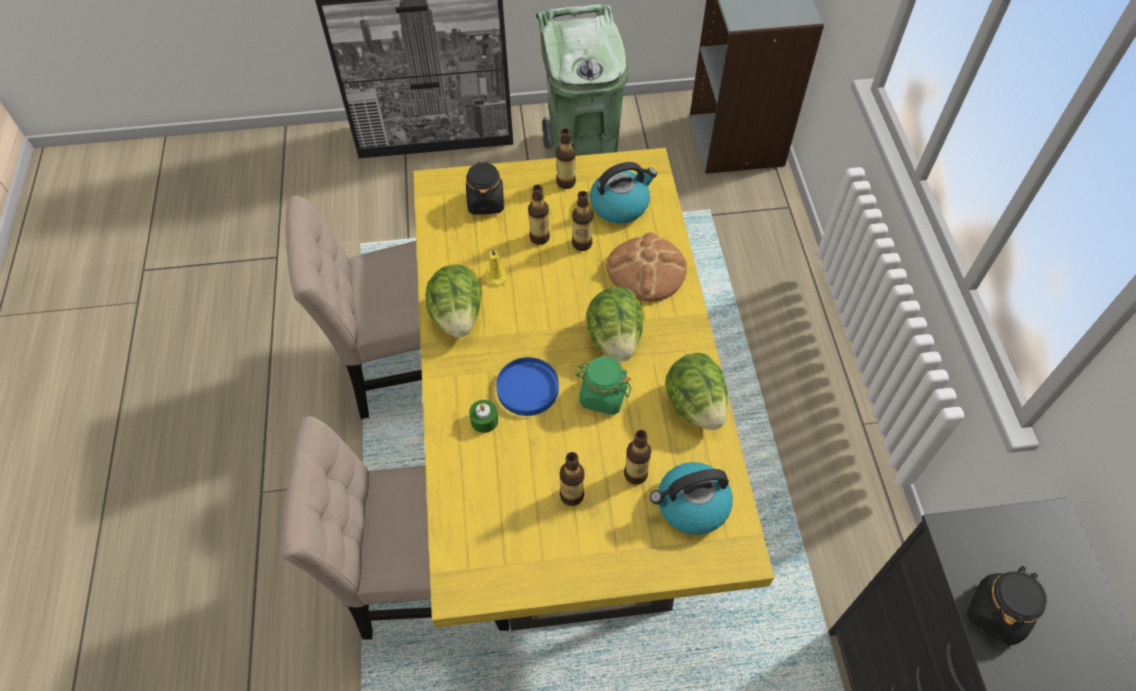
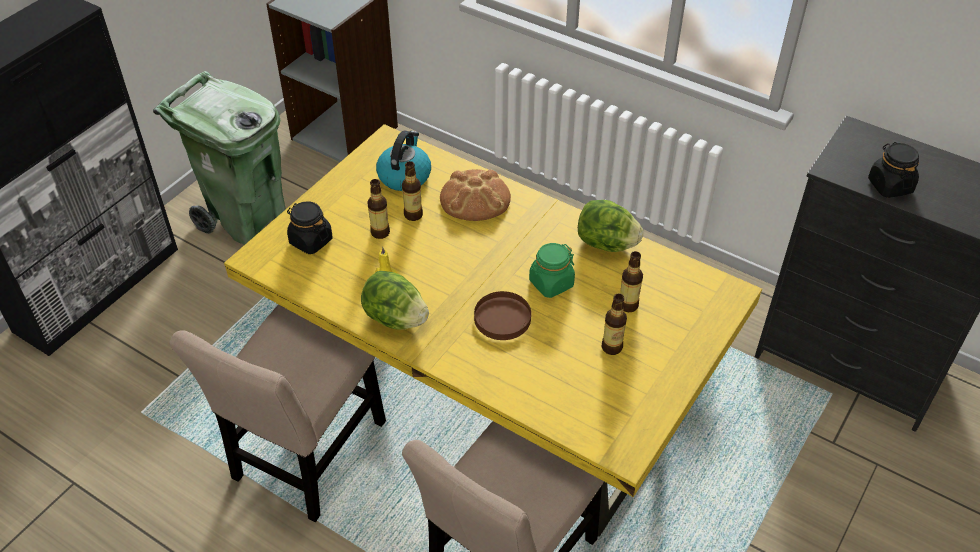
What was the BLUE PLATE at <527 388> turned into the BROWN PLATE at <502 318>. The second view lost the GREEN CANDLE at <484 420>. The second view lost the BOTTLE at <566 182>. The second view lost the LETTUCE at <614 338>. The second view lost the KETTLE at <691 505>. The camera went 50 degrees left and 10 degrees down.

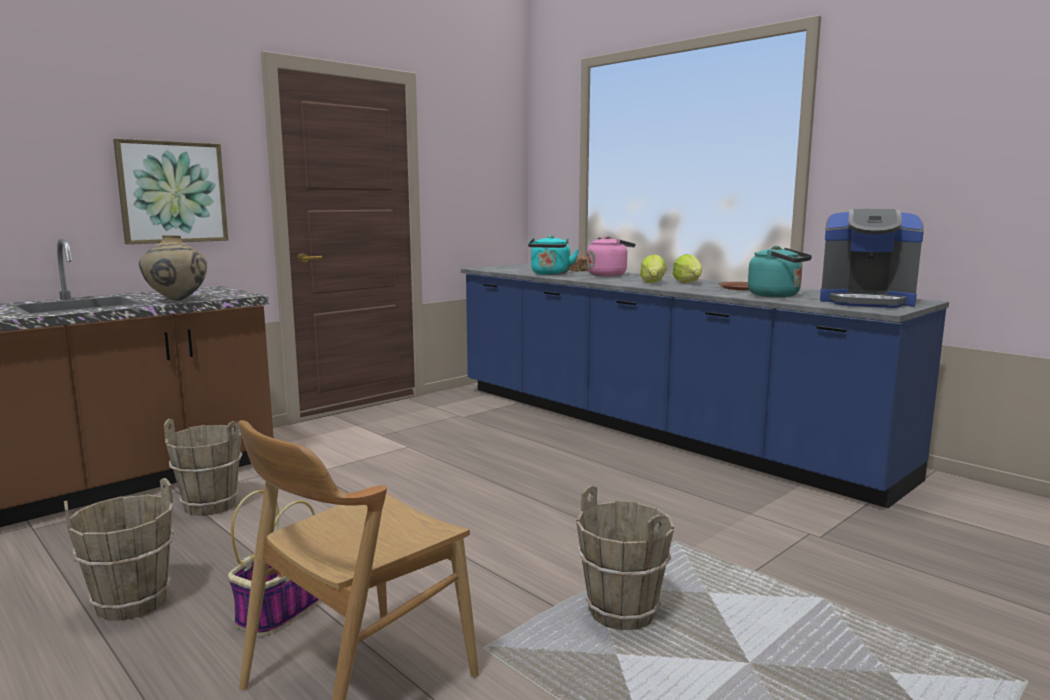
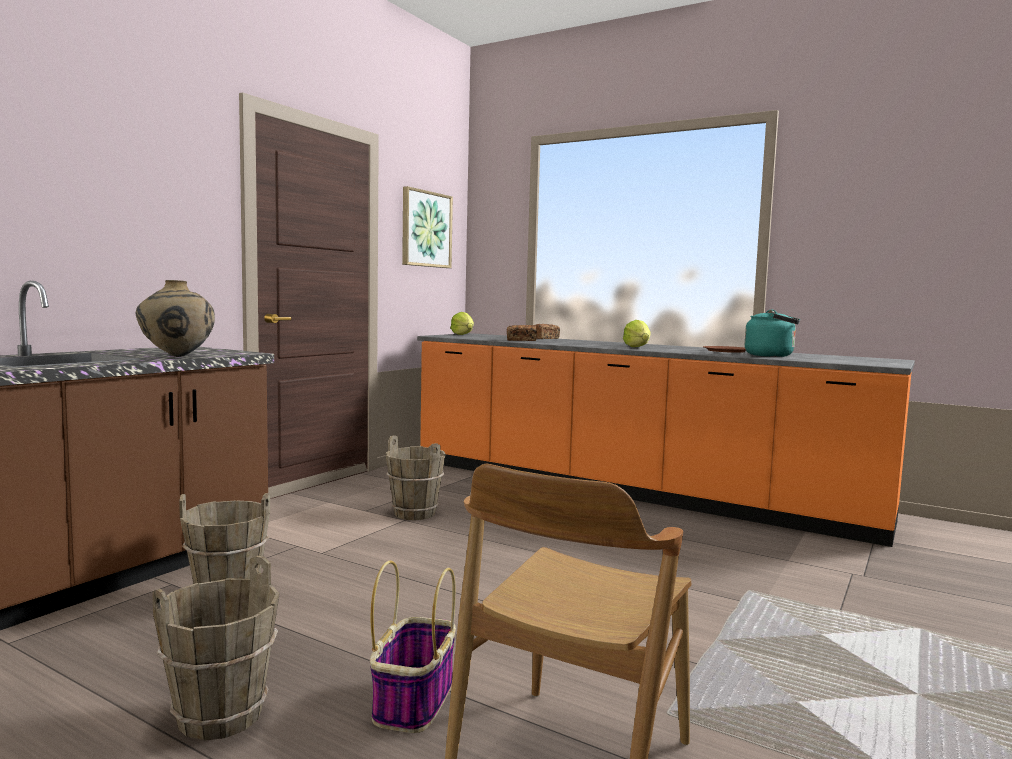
The BROWN BUCKET ended up elsewhere, having gone from <622 612> to <415 513>. The PICTURE ended up elsewhere, having gone from <172 192> to <426 229>. What was the BLUE COUNTER at <652 428> turned into the ORANGE COUNTER at <630 491>. The LETTUCE ended up elsewhere, having gone from <688 282> to <463 334>. Where the TURQUOISE KETTLE stood at <550 274>, the BREAD came to stand at <521 340>. The second view lost the PINK KETTLE at <609 275>. The second view lost the COFFEE MACHINE at <866 301>. The camera went 15 degrees left and 5 degrees down.

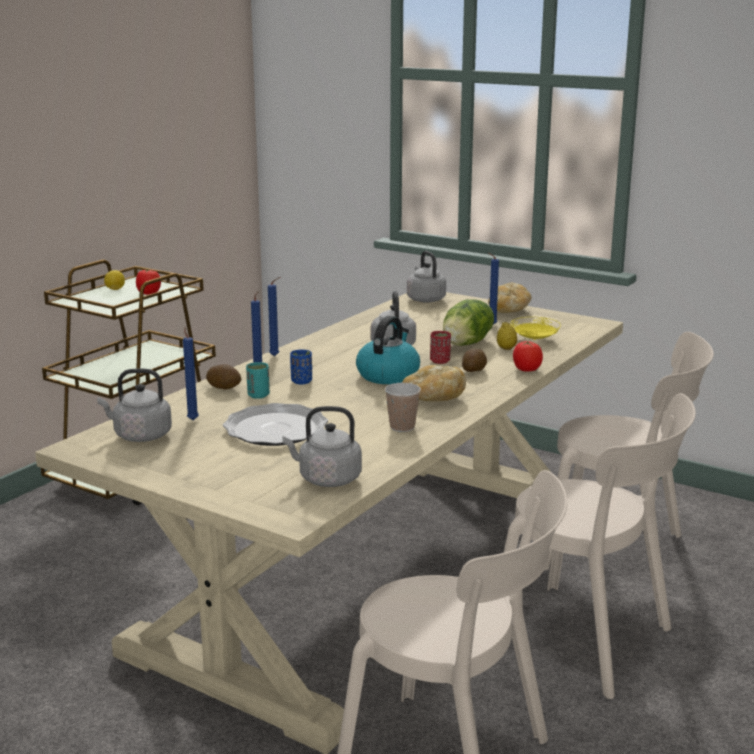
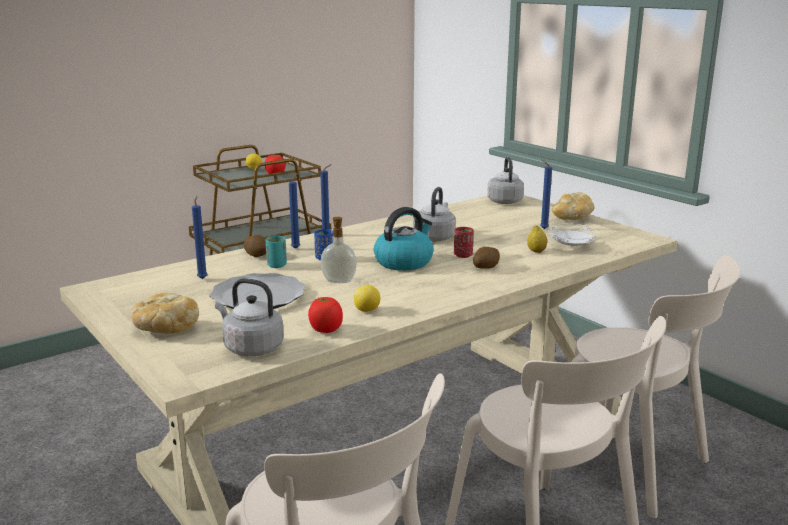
The BREAD ended up elsewhere, having gone from <433 399> to <165 329>. The TOMATO ended up elsewhere, having gone from <526 370> to <325 330>. The second view gained the SOAP DISPENSER at <338 281>. Where the CUP stood at <402 427>, the LEMON came to stand at <367 310>. What was the YELLOW PLATE at <535 340> turned into the WHITE PLATE at <572 246>. The second view lost the GREY KETTLE at <140 436>. The second view lost the LETTUCE at <467 344>. The camera went 20 degrees right and 0 degrees up.

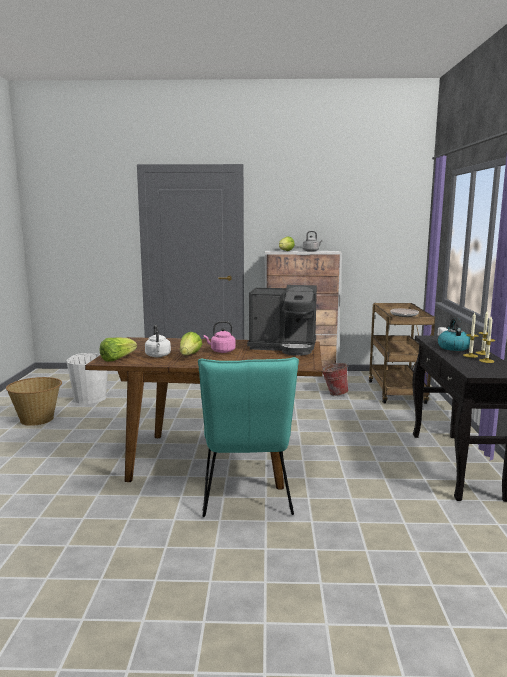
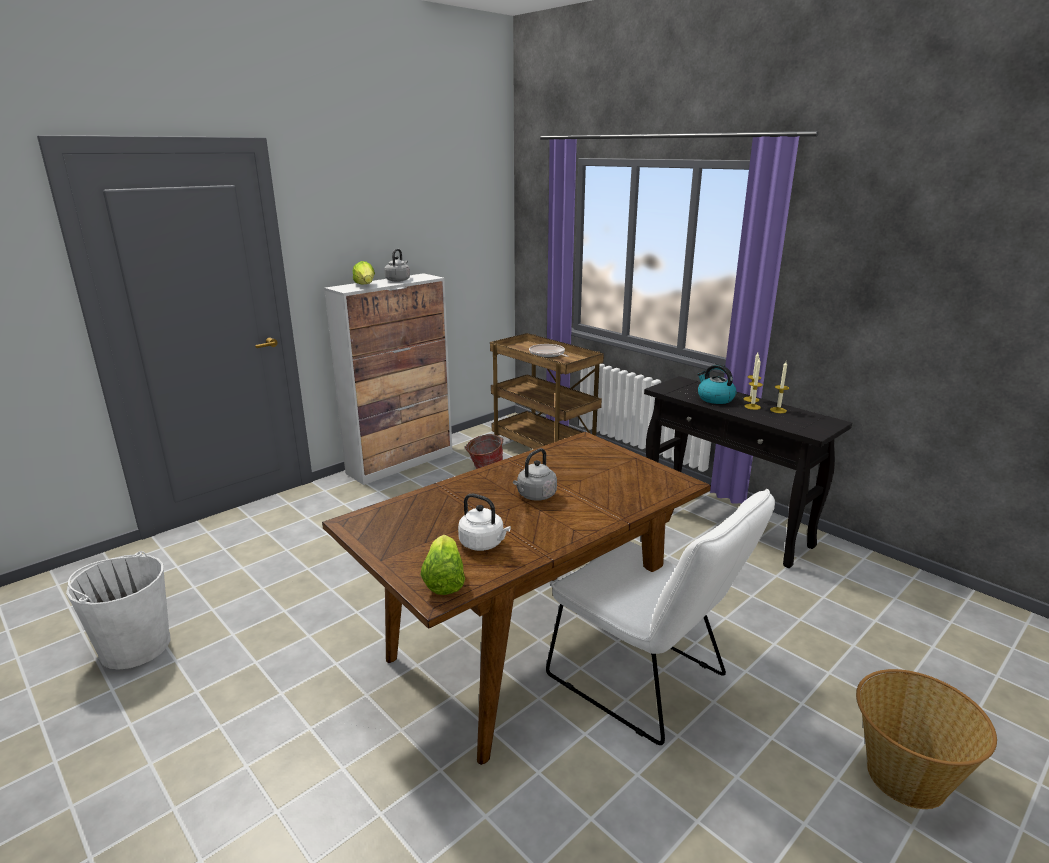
What was the PINK KETTLE at <221 351> turned into the GREY KETTLE at <535 496>. What was the TURQUOISE CHAIR at <246 496> turned into the WHITE CHAIR at <646 682>. The BASKET ended up elsewhere, having gone from <37 419> to <904 776>. The second view lost the LETTUCE at <189 356>. The second view lost the COFFEE MACHINE at <284 347>. The camera went 45 degrees left and 10 degrees up.

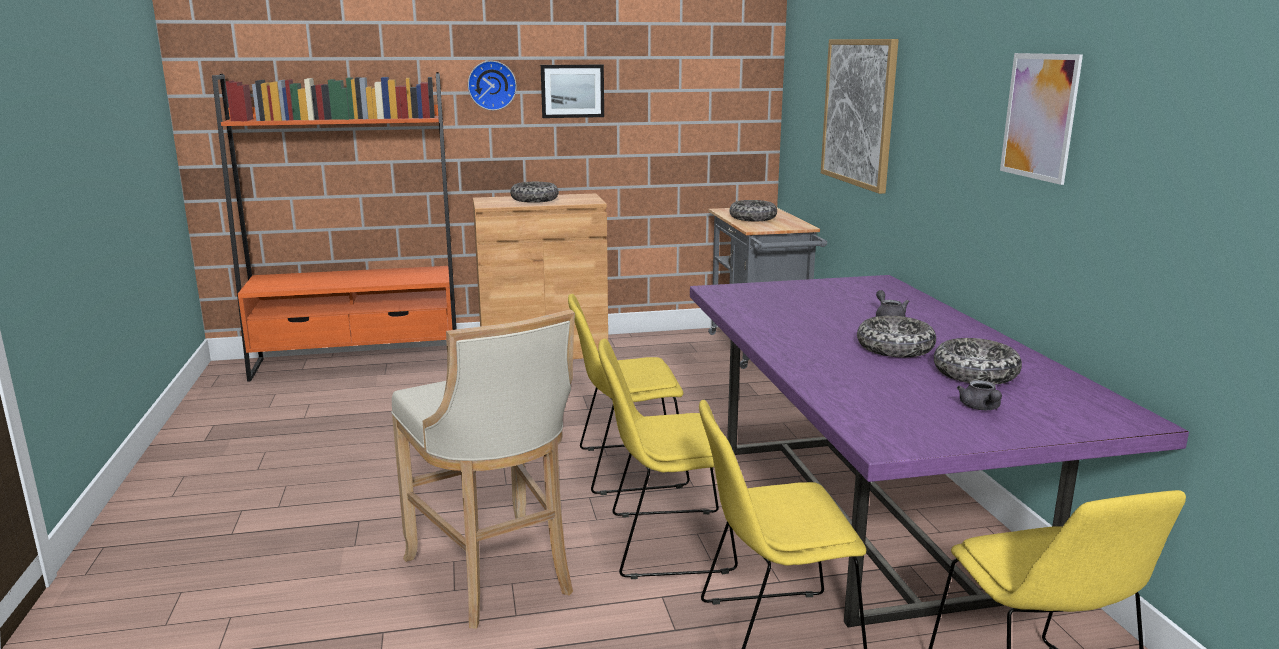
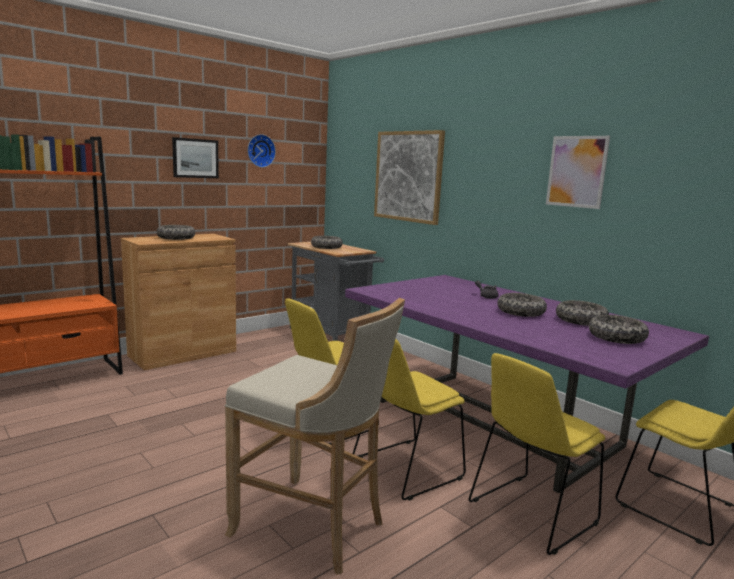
The WALL CLOCK ended up elsewhere, having gone from <492 85> to <260 151>. Where the GREY TEAPOT stood at <981 408>, the BOWL came to stand at <616 337>. The camera went 30 degrees left and 5 degrees down.

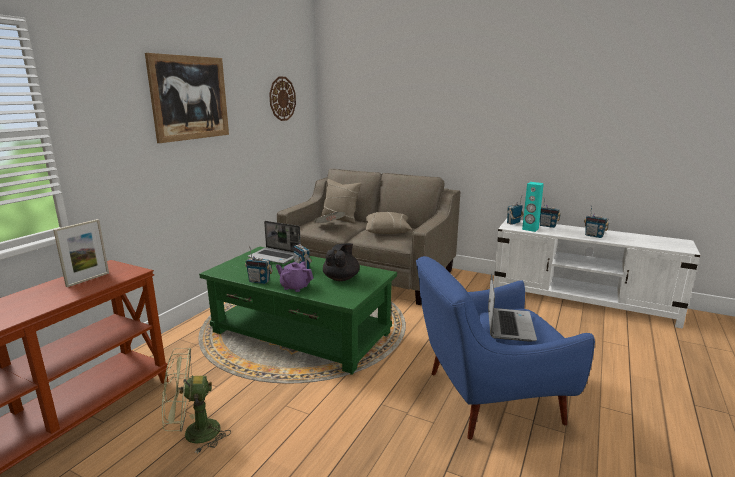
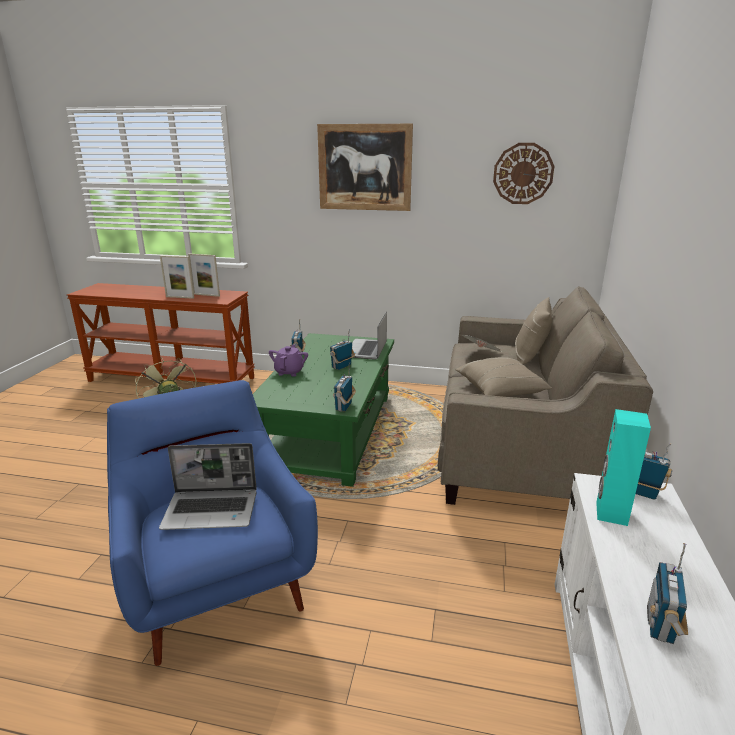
The second view gained the PICTURE FRAME at <180 297>. The RADIO ended up elsewhere, having gone from <547 226> to <344 406>. The second view lost the BLACK TEAPOT at <341 278>. The camera went 75 degrees right and 5 degrees up.

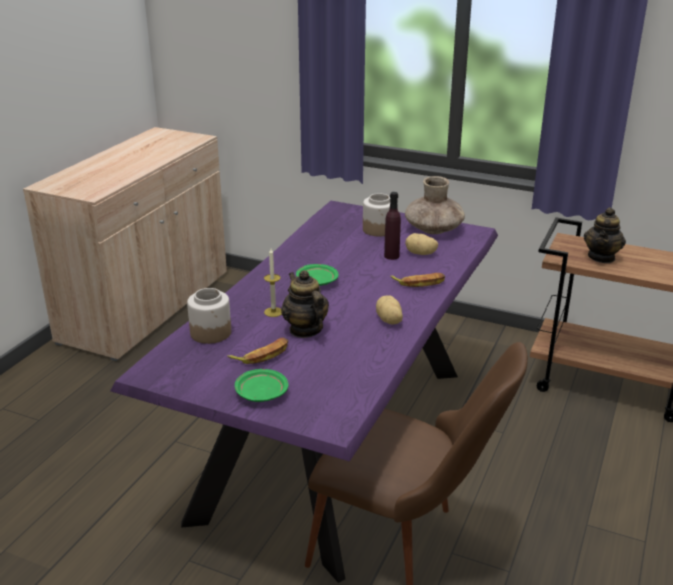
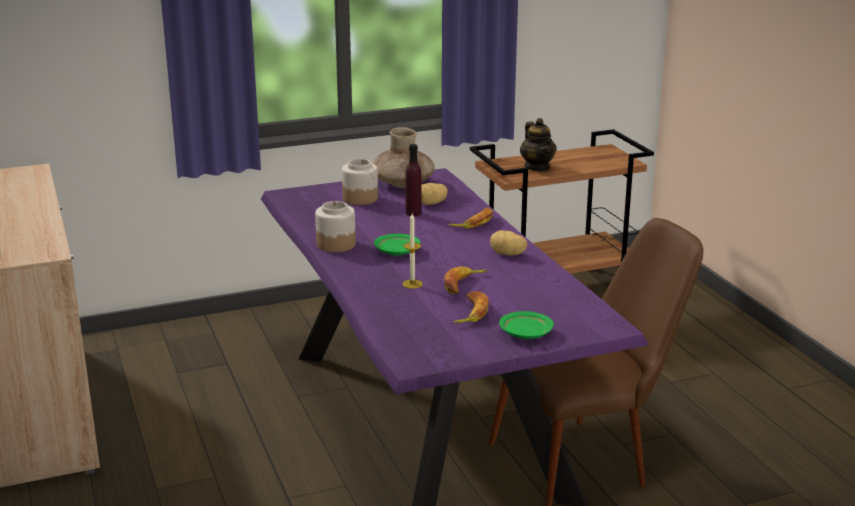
The JAR ended up elsewhere, having gone from <211 333> to <336 244>. Where the TEAPOT stood at <305 329>, the BANANA came to stand at <463 284>. The camera went 45 degrees left and 5 degrees down.

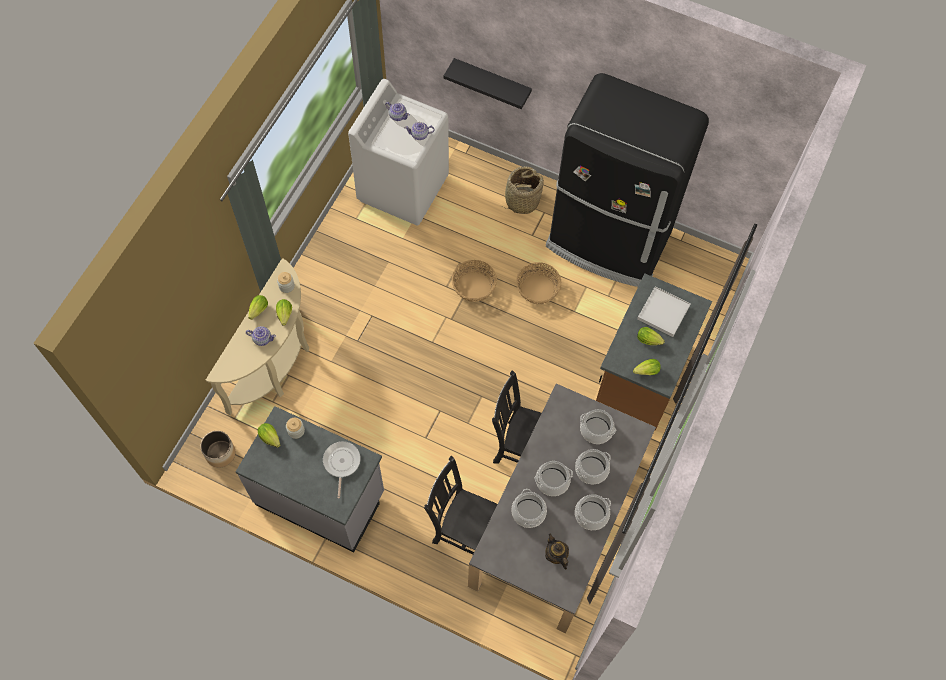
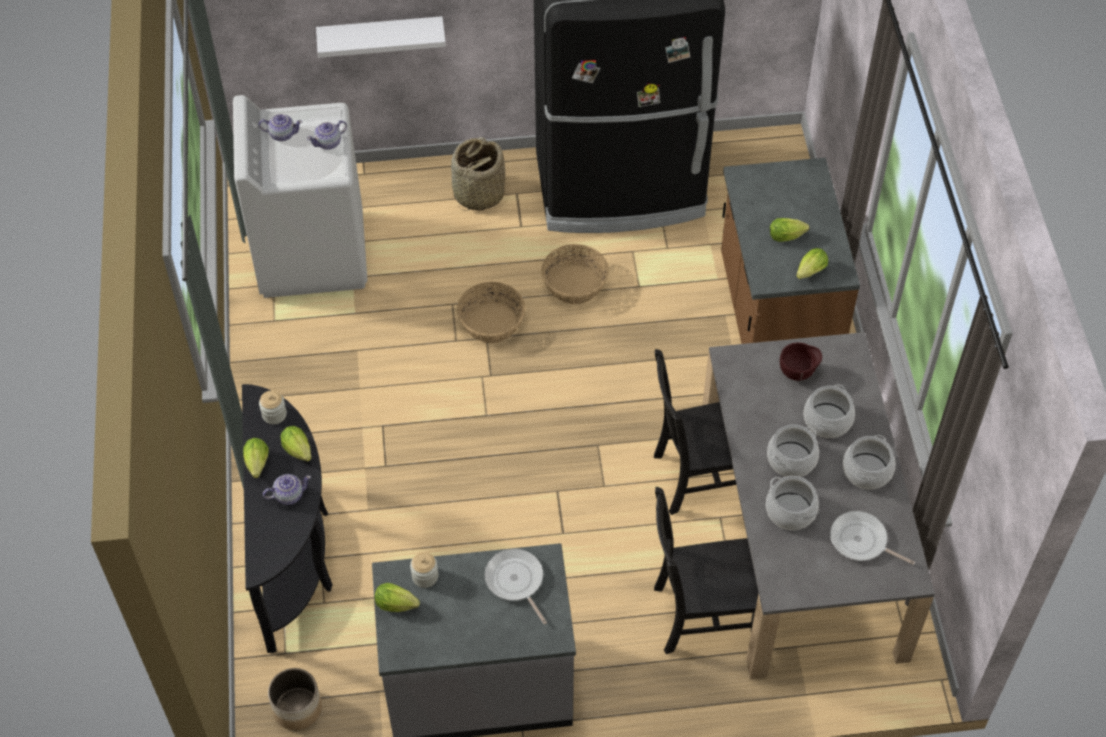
What was the BEIGE CONSOLE TABLE at <276 364> turned into the BLACK CONSOLE TABLE at <295 554>. What was the BLACK SHELF at <492 81> turned into the WHITE SHELF at <381 36>. Where the COOKING POT stood at <596 430>, the BROWN BOWL came to stand at <798 373>. Where the TEAPOT stood at <555 555>, the FRYING PAN came to stand at <861 541>. The second view lost the WHITE TRAY at <663 312>. The camera went 30 degrees left and 10 degrees down.

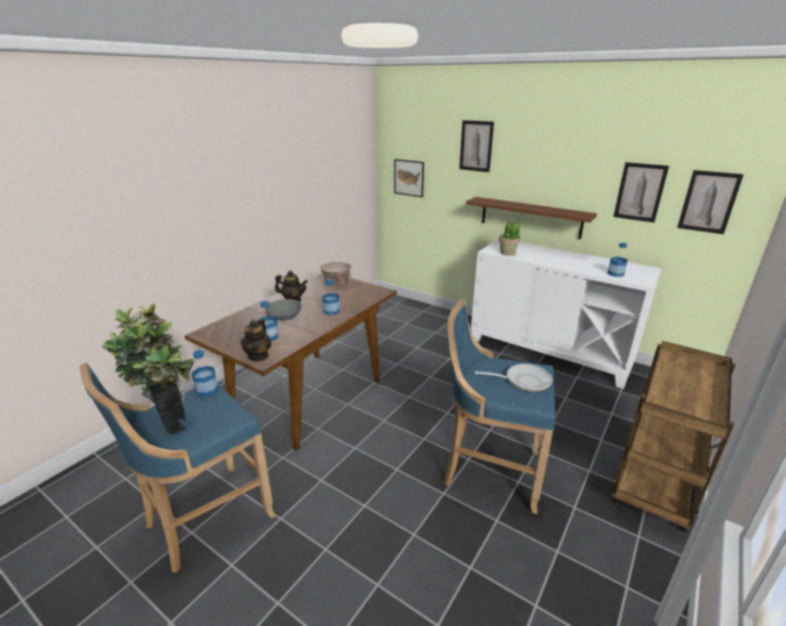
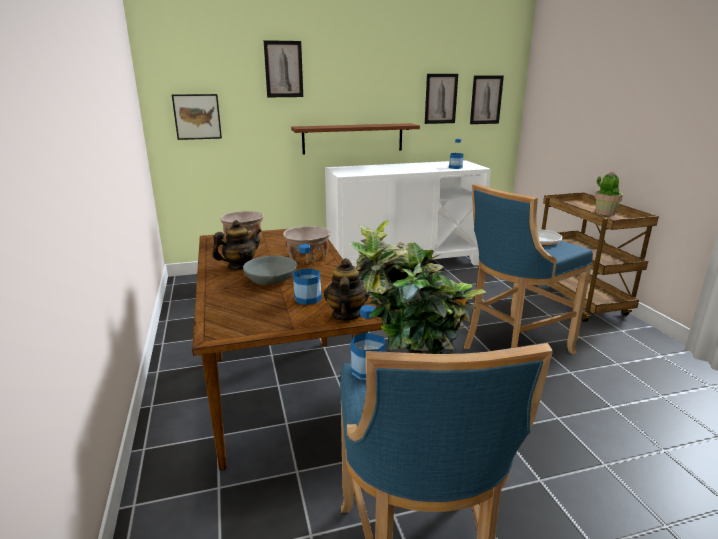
Where the BOTTLE stood at <331 311>, the BEIGE BOWL came to stand at <307 258>. The TEAPOT at <258 356> ended up facing another way, 135 degrees counterclockwise from before. The POTTED PLANT ended up elsewhere, having gone from <508 252> to <605 213>. The camera went 50 degrees left and 5 degrees down.

